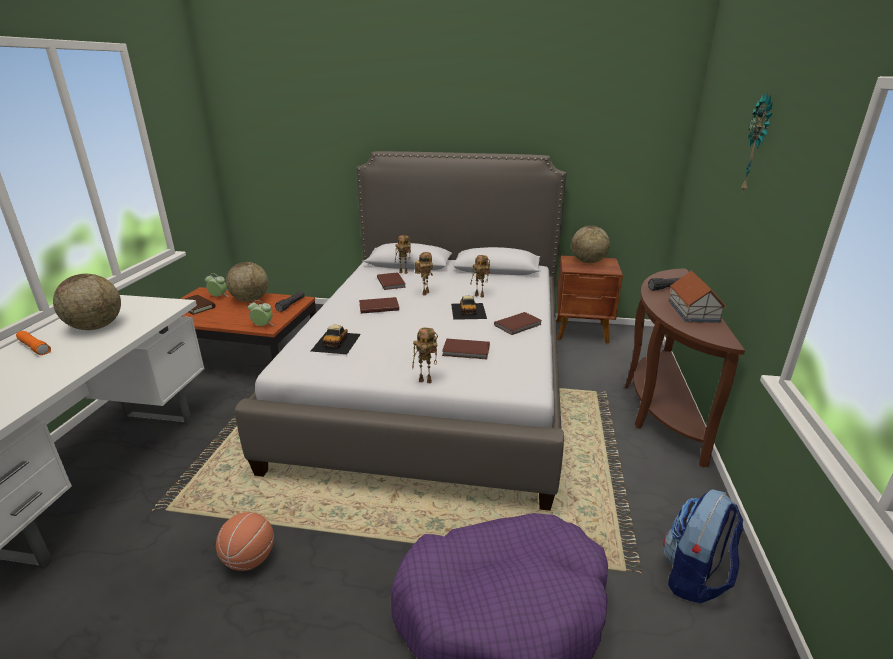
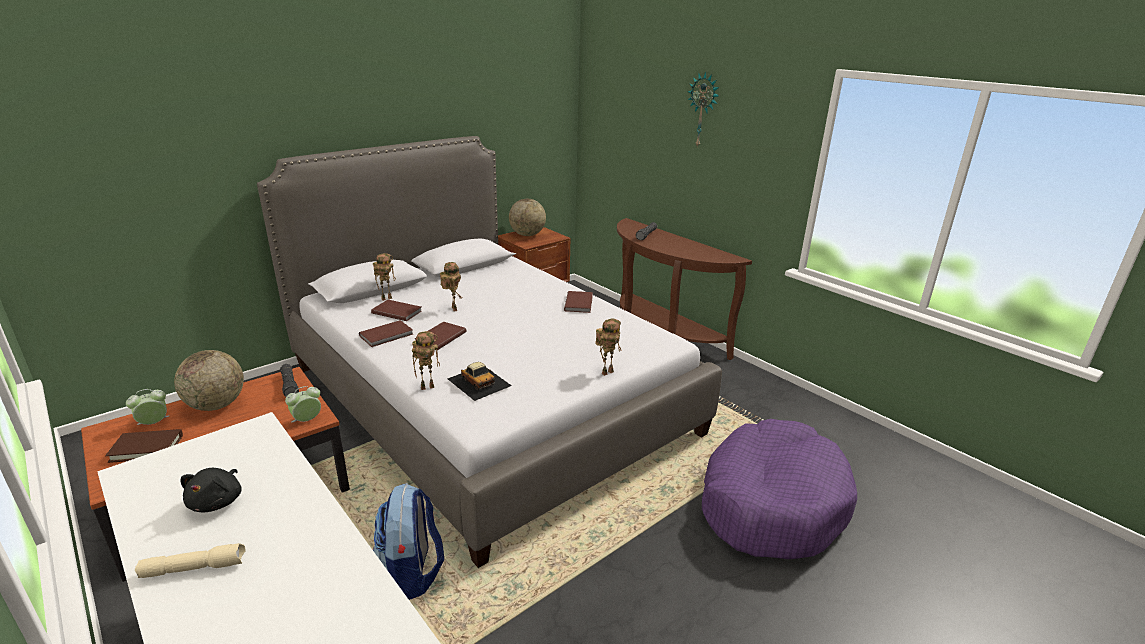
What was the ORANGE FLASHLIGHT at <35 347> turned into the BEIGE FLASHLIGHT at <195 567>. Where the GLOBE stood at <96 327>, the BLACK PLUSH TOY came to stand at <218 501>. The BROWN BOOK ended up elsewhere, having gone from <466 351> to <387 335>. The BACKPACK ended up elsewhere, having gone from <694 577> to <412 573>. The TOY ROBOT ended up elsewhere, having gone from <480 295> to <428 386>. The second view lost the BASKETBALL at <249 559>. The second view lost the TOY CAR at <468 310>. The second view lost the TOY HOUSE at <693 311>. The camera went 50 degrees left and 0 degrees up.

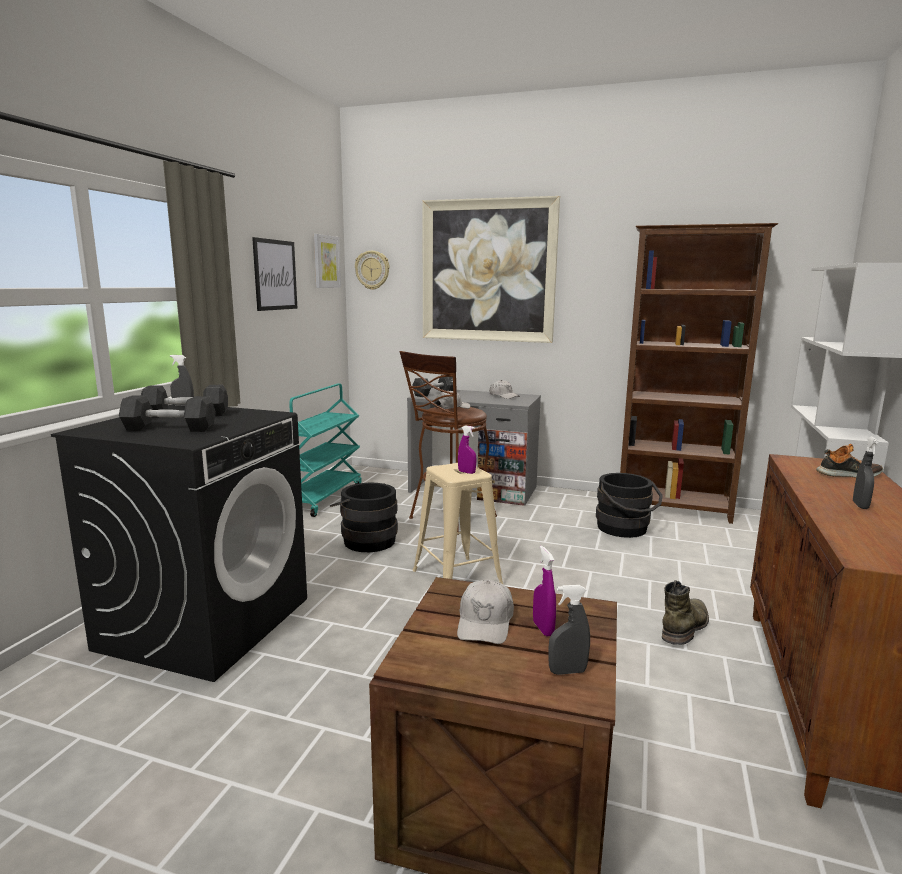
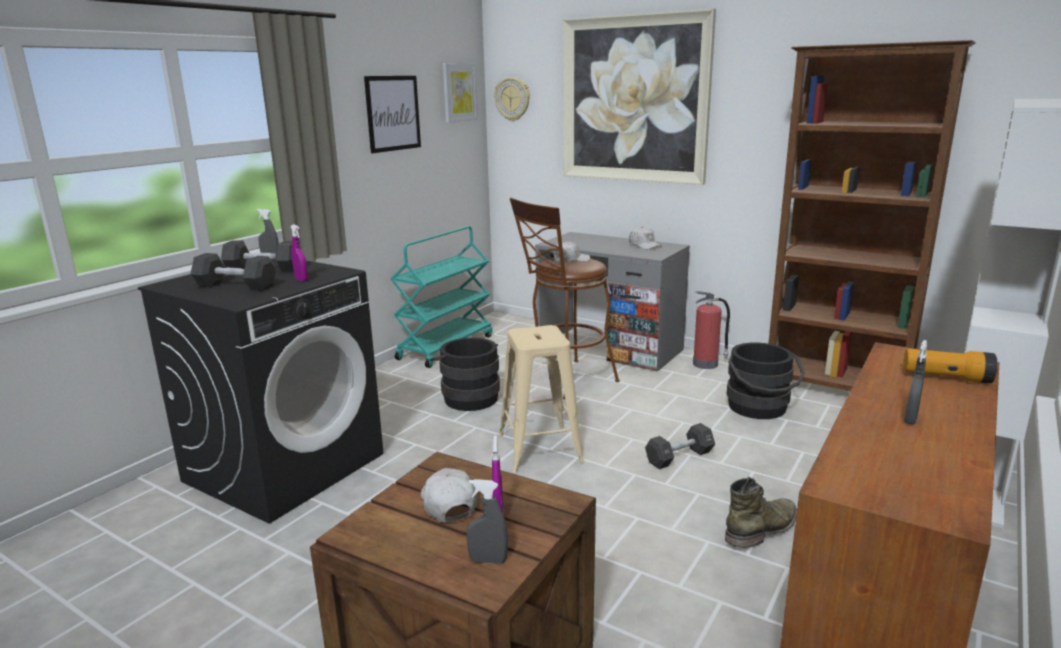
The PURPLE SPRAY BOTTLE ended up elsewhere, having gone from <466 472> to <301 280>. The WHITE CAP at <485 622> ended up facing another way, 135 degrees clockwise from before. The BLACK DUMBBELL ended up elsewhere, having gone from <434 394> to <679 457>. The second view gained the FIRE EXTINGUISHER at <706 364>. Where the SHOE stood at <849 475>, the FLASHLIGHT came to stand at <946 378>. The camera went 15 degrees right and 5 degrees up.

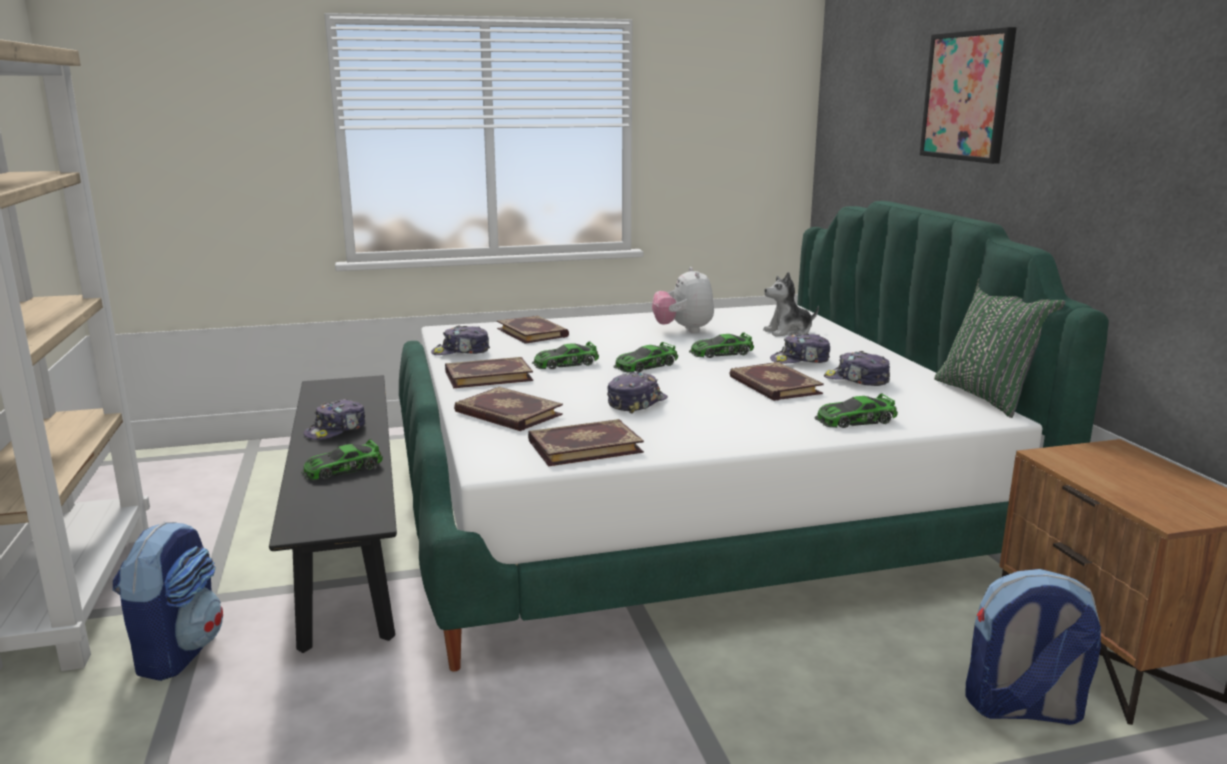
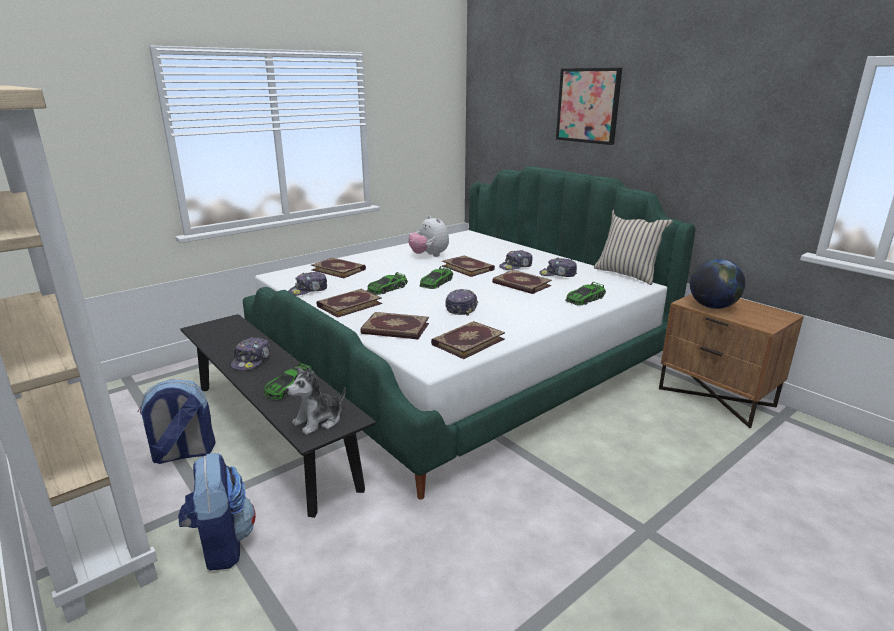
The BACKPACK ended up elsewhere, having gone from <1022 709> to <183 454>. The PLUSH TOY ended up elsewhere, having gone from <788 332> to <319 421>. Where the TOY CAR stood at <721 353>, the BOOK came to stand at <468 268>. What was the GREEN PILLOW at <987 396> turned into the BEIGE PILLOW at <627 274>. The second view gained the GLOBE at <712 306>. The camera went 25 degrees left and 5 degrees up.

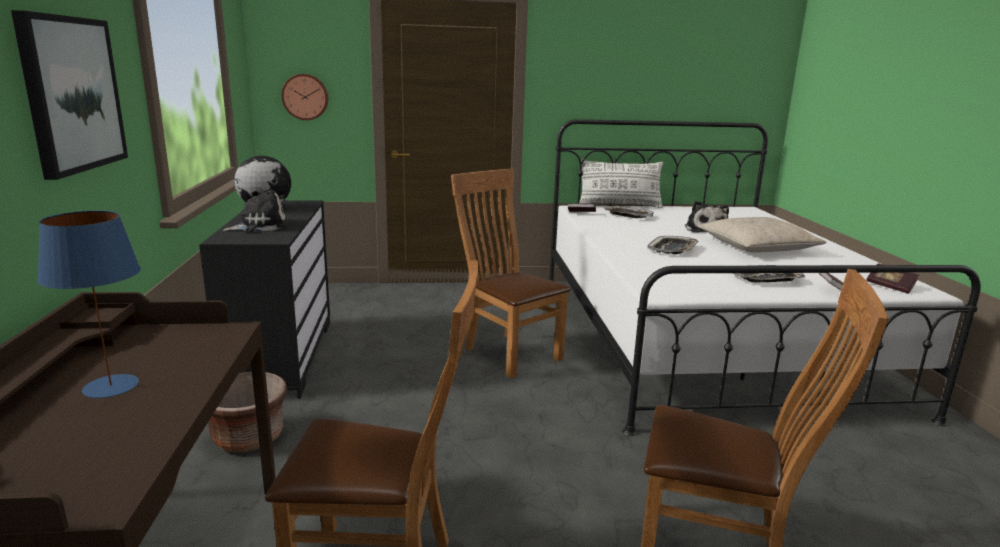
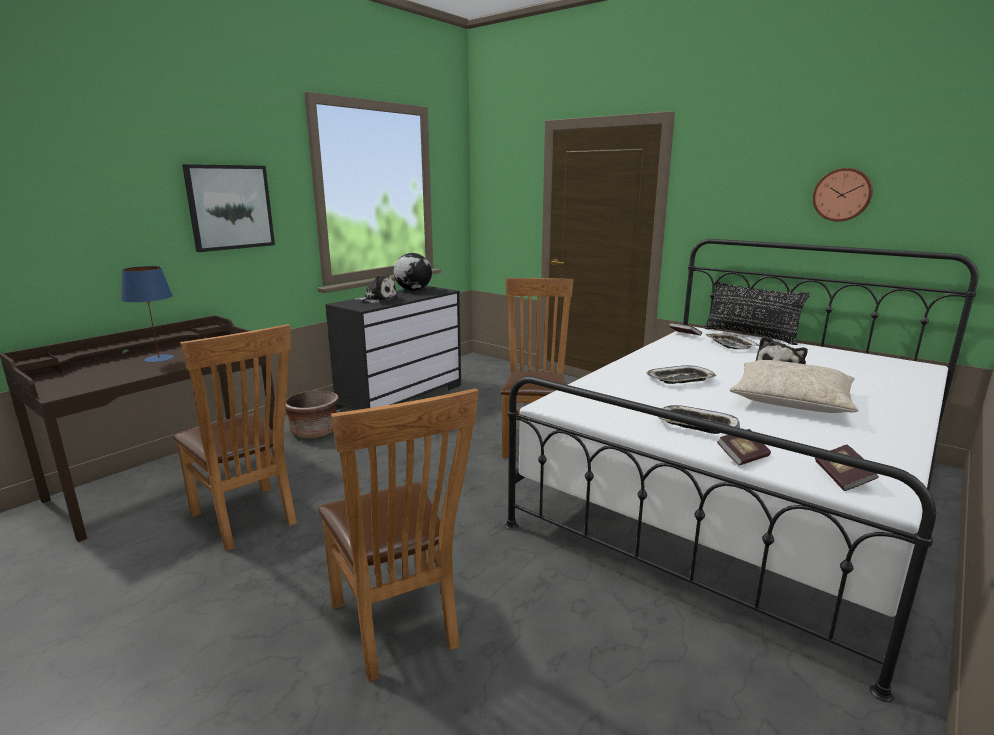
What was the WHITE PILLOW at <619 206> turned into the BLACK PILLOW at <750 335>. The WALL CLOCK ended up elsewhere, having gone from <305 97> to <842 195>. The camera went 45 degrees right and 0 degrees up.

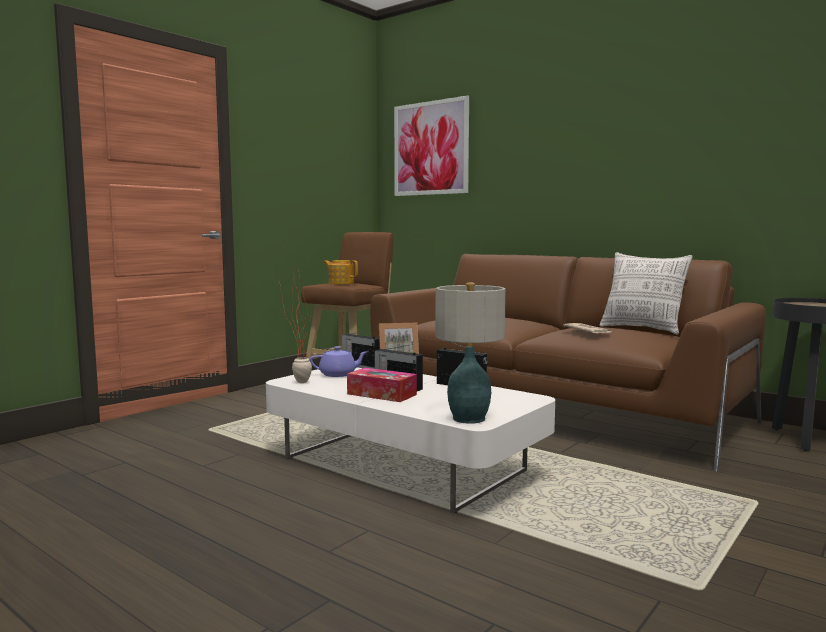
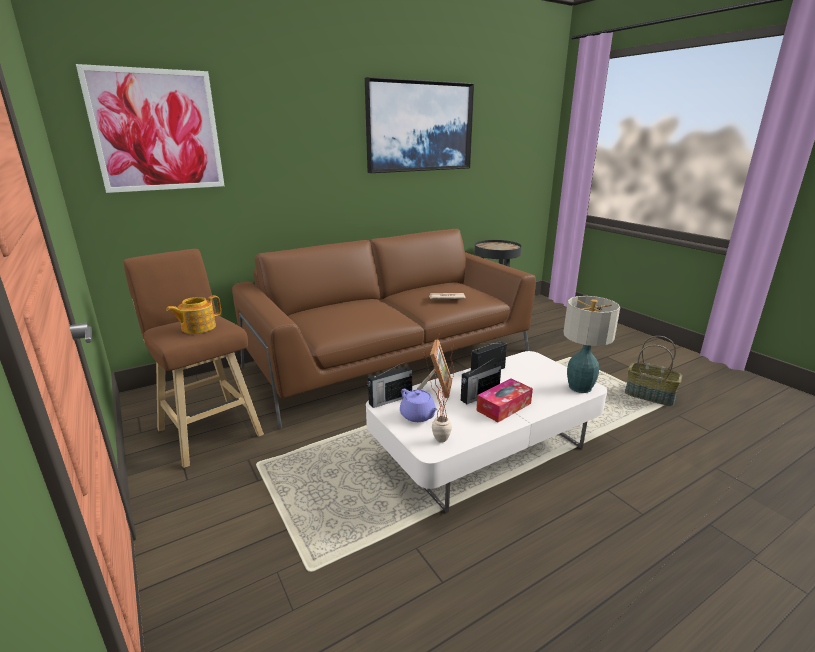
The second view gained the PICTURE at <420 127>. The PURPLE TEAPOT at <338 374> ended up facing another way, 135 degrees clockwise from before. The second view gained the BASKET at <650 395>. The second view lost the PILLOW at <642 329>. The camera went 70 degrees left and 15 degrees up.

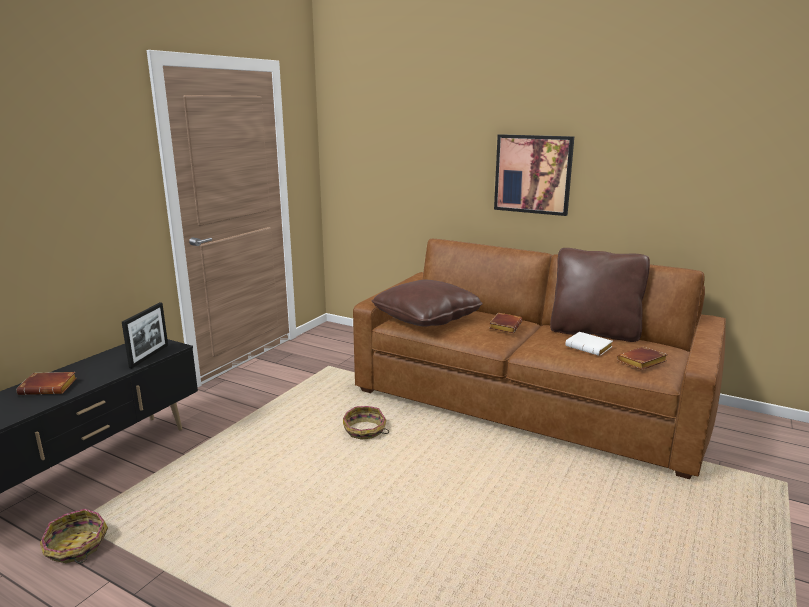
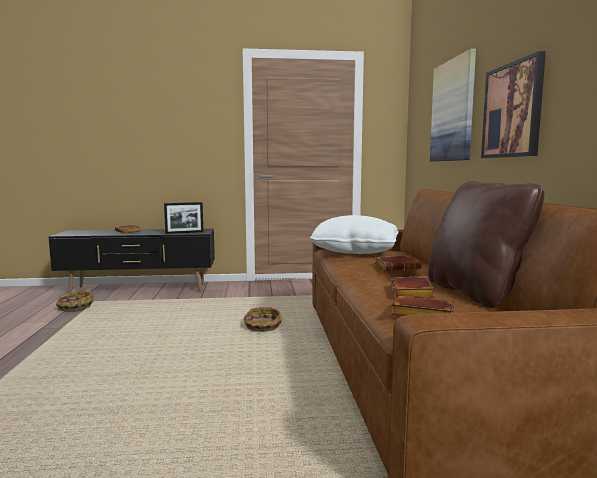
What was the BROWN PILLOW at <426 318> turned into the WHITE PILLOW at <355 251>. What was the WHITE BOOK at <590 347> turned into the BROWN BOOK at <413 293>. The second view gained the PICTURE at <453 111>. The camera went 55 degrees right and 10 degrees down.

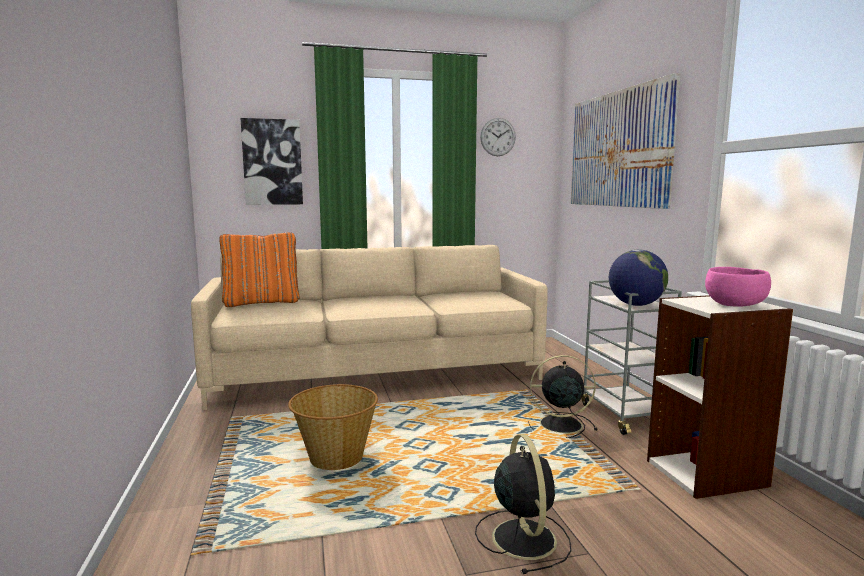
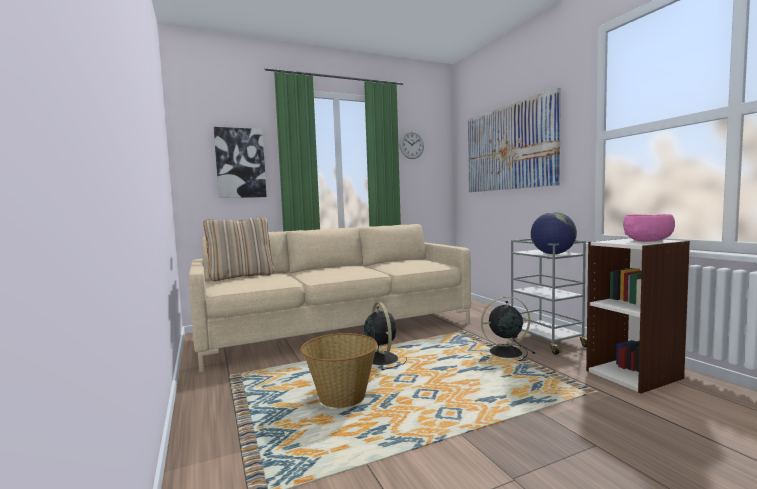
What was the ORANGE PILLOW at <262 302> turned into the BEIGE PILLOW at <241 276>. The BLACK FAN ended up elsewhere, having gone from <523 537> to <381 359>. The camera went 10 degrees left and 5 degrees down.

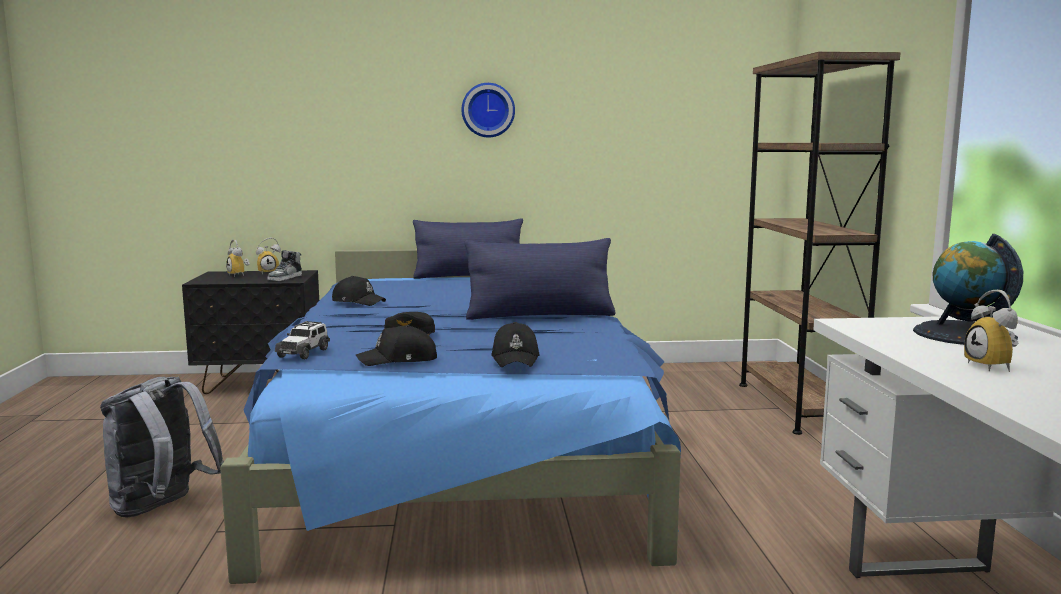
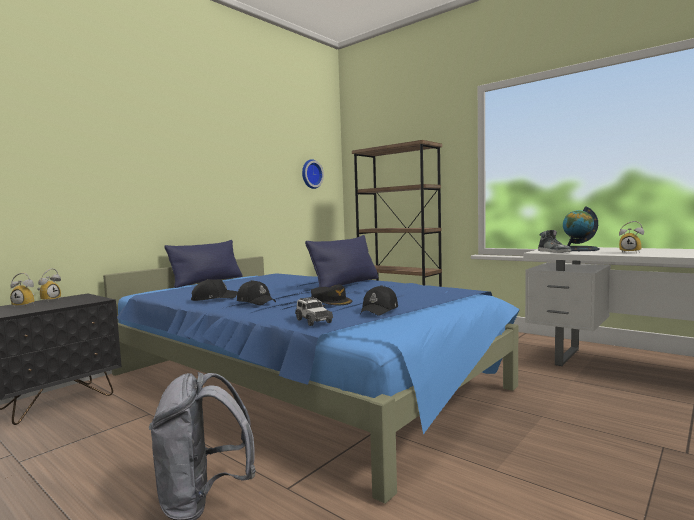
The BLACK CAP ended up elsewhere, having gone from <516 358> to <256 301>. The WALL CLOCK ended up elsewhere, having gone from <488 110> to <310 174>. The SHOE ended up elsewhere, having gone from <285 278> to <554 251>. The camera went 45 degrees left and 5 degrees down.

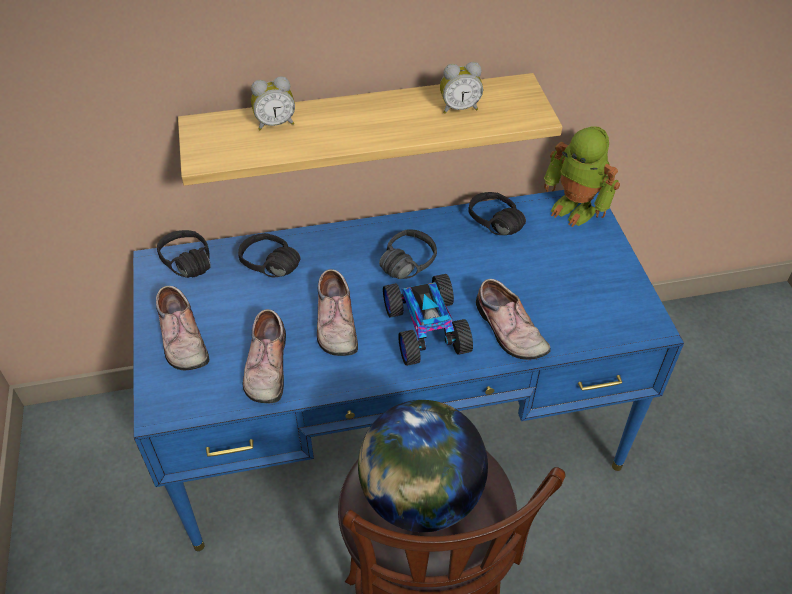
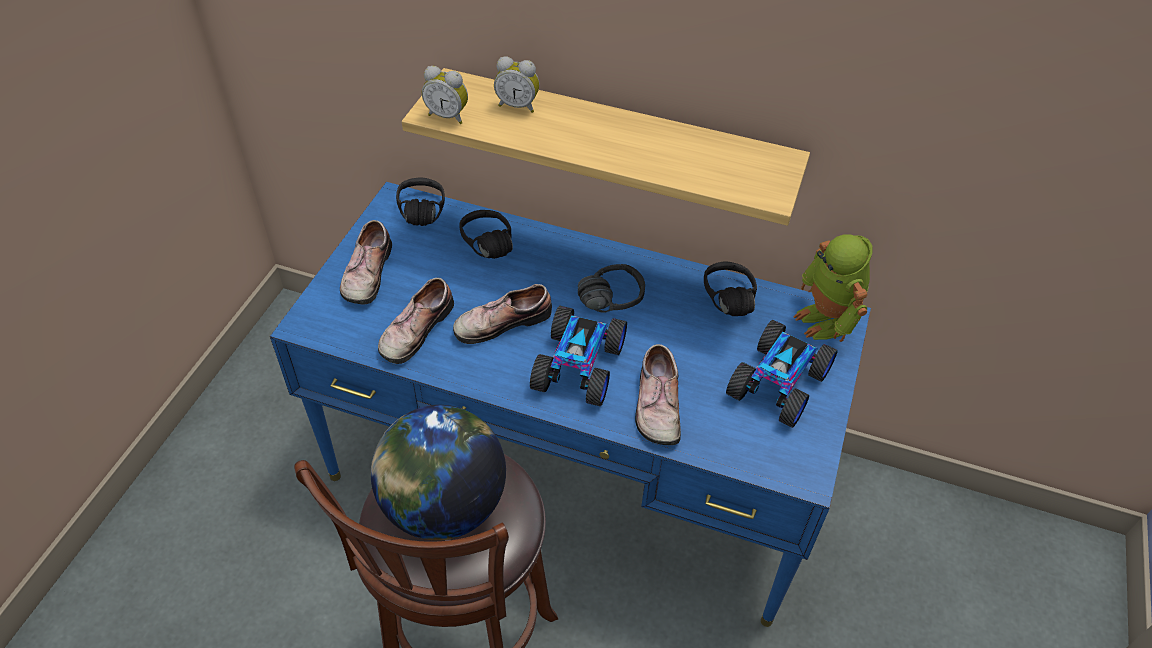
The ALARM CLOCK ended up elsewhere, having gone from <459 108> to <448 116>. The SHOE at <334 323> ended up facing another way, 45 degrees clockwise from before. The second view gained the TOY CAR at <780 383>. The camera went 30 degrees right and 0 degrees up.

